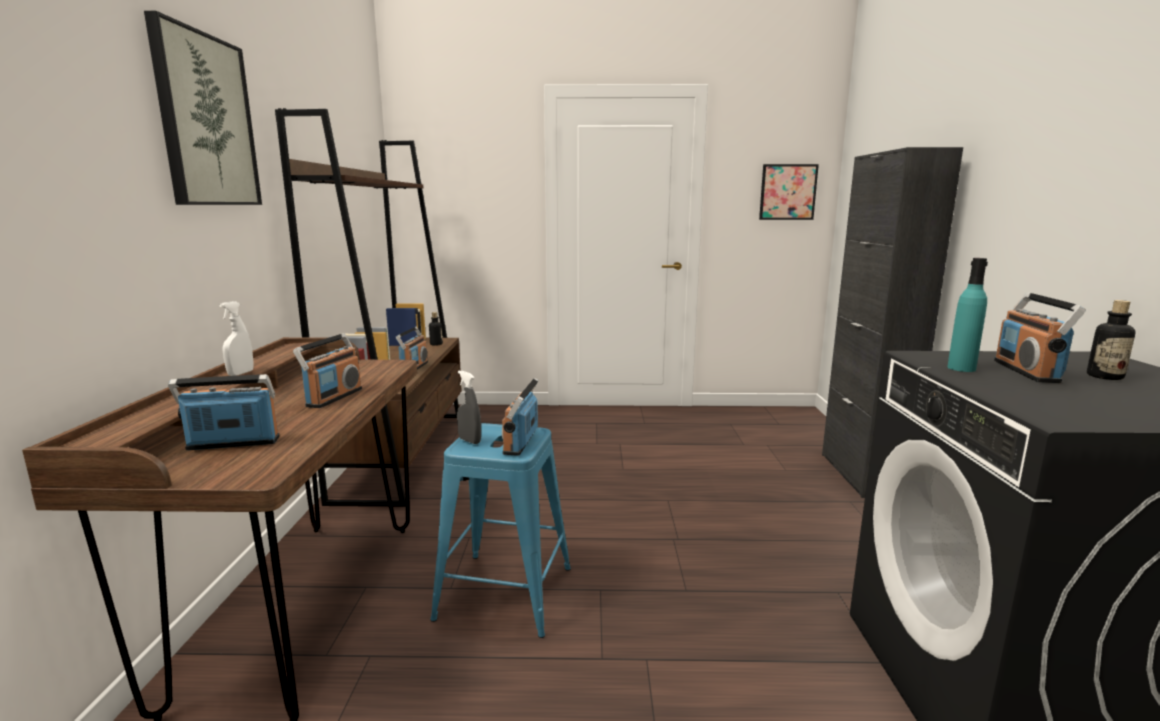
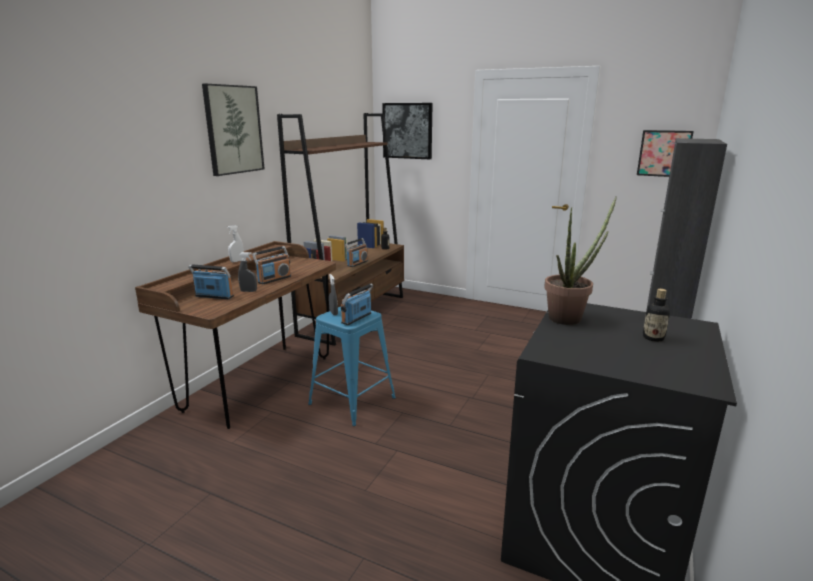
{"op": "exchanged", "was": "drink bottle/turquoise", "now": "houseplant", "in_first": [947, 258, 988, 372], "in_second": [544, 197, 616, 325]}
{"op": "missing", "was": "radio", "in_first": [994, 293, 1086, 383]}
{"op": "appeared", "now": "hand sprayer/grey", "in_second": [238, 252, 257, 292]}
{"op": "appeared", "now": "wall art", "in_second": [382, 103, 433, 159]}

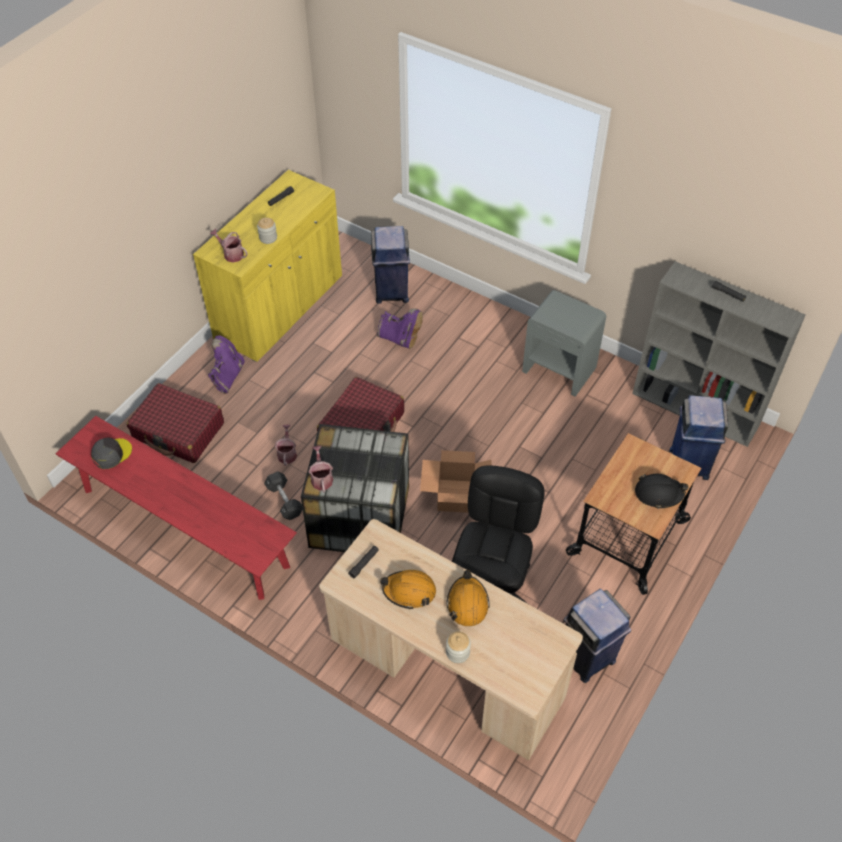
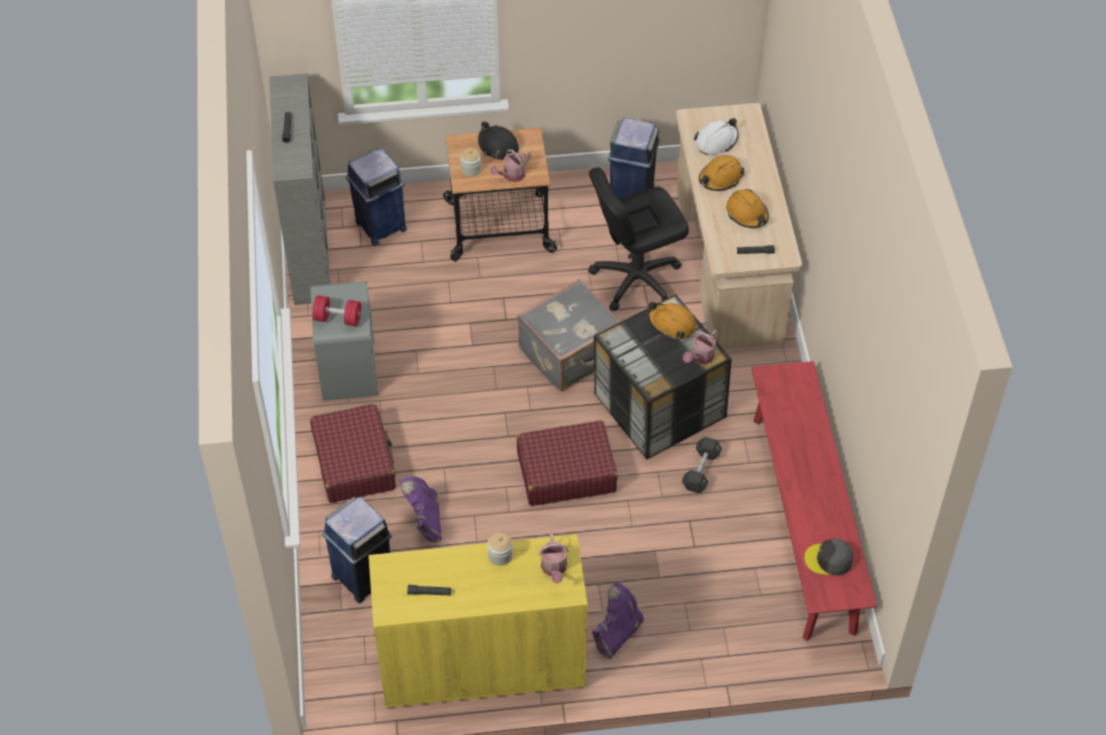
{"op": "relocated", "was": "piece of luggage/red", "in_first": [127, 383, 224, 463], "in_second": [310, 404, 396, 503]}
{"op": "spun", "was": "tall boot/purple", "in_first": [208, 336, 245, 394], "in_second": [592, 582, 644, 659], "clockwise": 150}
{"op": "relocated", "was": "sprinkling can", "in_first": [274, 425, 297, 466], "in_second": [490, 150, 531, 182]}
{"op": "exchanged", "was": "cardboard box", "now": "piece of luggage/grey", "in_first": [420, 450, 492, 513], "in_second": [517, 279, 621, 391]}
{"op": "relocated", "was": "preserve jar", "in_first": [446, 631, 471, 663], "in_second": [460, 148, 481, 177]}
{"op": "appeared", "now": "dumbbell/red", "in_second": [312, 295, 361, 326]}
{"op": "appeared", "now": "work helmet/orangey", "in_second": [648, 302, 697, 339]}
{"op": "appeared", "now": "work helmet/whitish", "in_second": [694, 118, 738, 155]}

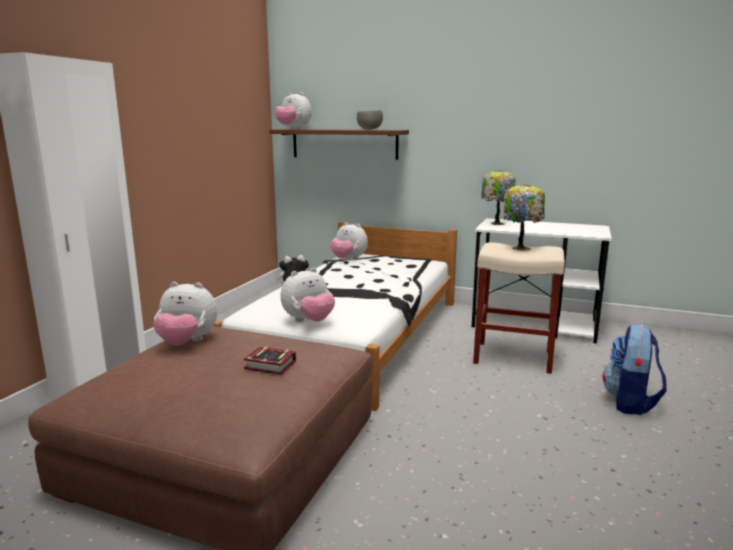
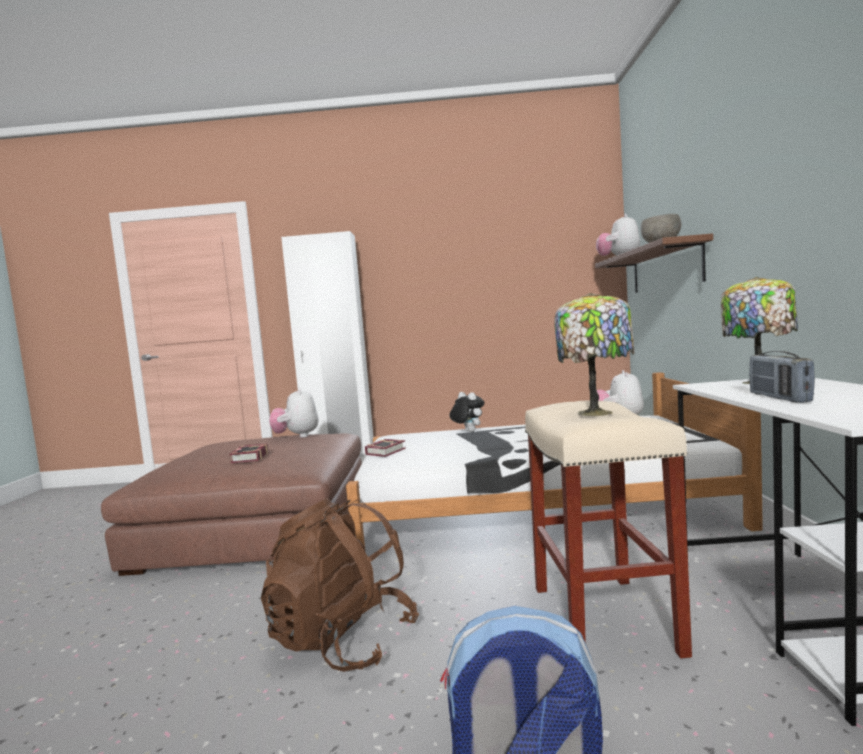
{"op": "exchanged", "was": "cuddly toy", "now": "book", "in_first": [281, 268, 335, 322], "in_second": [365, 439, 406, 457]}
{"op": "appeared", "now": "knapsack/brown", "in_second": [261, 498, 419, 672]}
{"op": "appeared", "now": "radio", "in_second": [749, 351, 815, 402]}

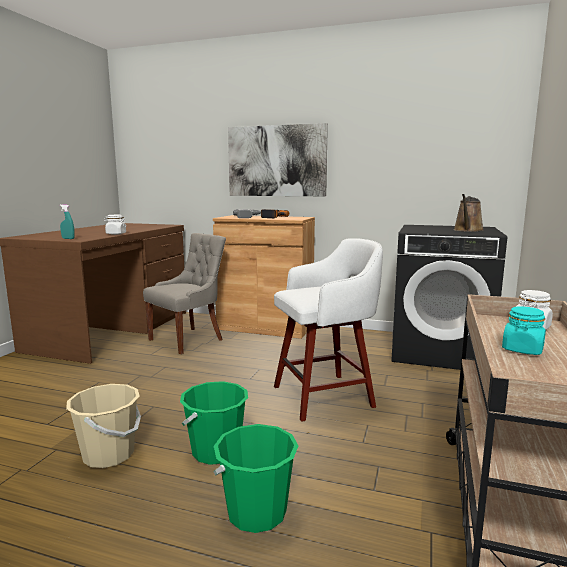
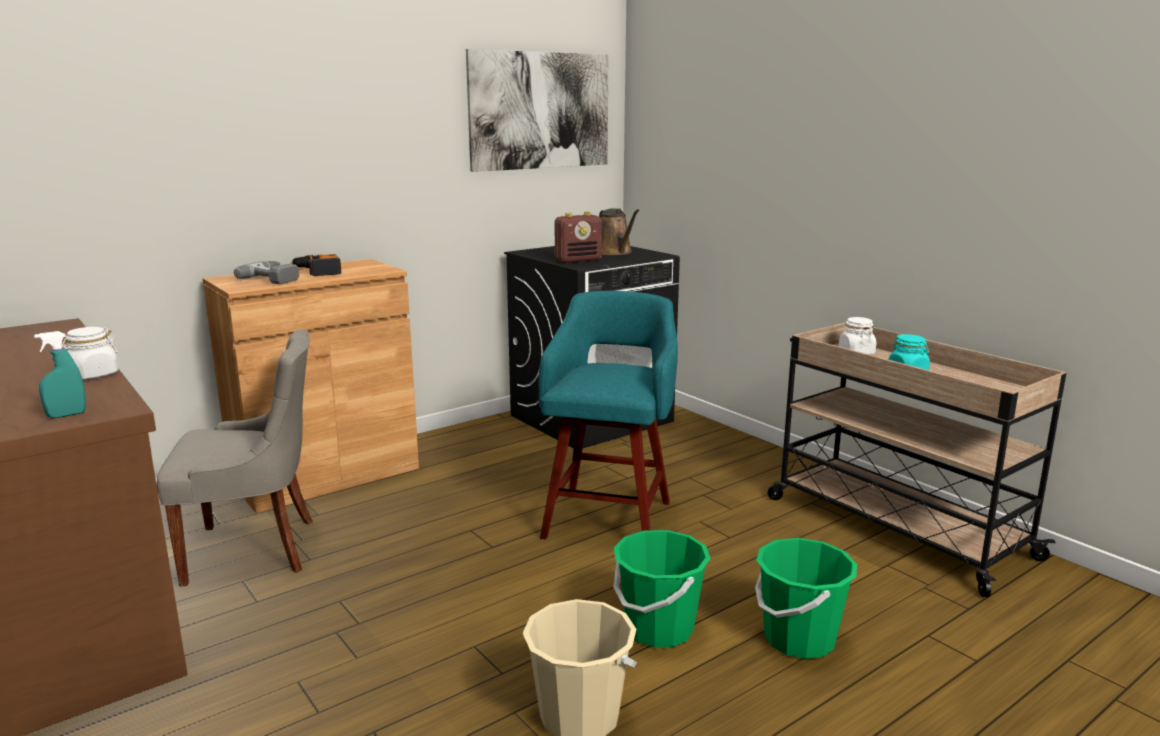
{"op": "spun", "was": "upright chair/grey", "in_first": [143, 233, 226, 354], "in_second": [156, 329, 313, 587], "clockwise": 90}
{"op": "relocated", "was": "wall art", "in_first": [228, 123, 328, 196], "in_second": [466, 49, 608, 172]}
{"op": "colour", "was": "sitting stool/whitish", "now": "sitting stool/turquoise", "in_first": [274, 238, 383, 422], "in_second": [539, 291, 678, 539]}
{"op": "appeared", "now": "radio", "in_second": [555, 212, 602, 263]}

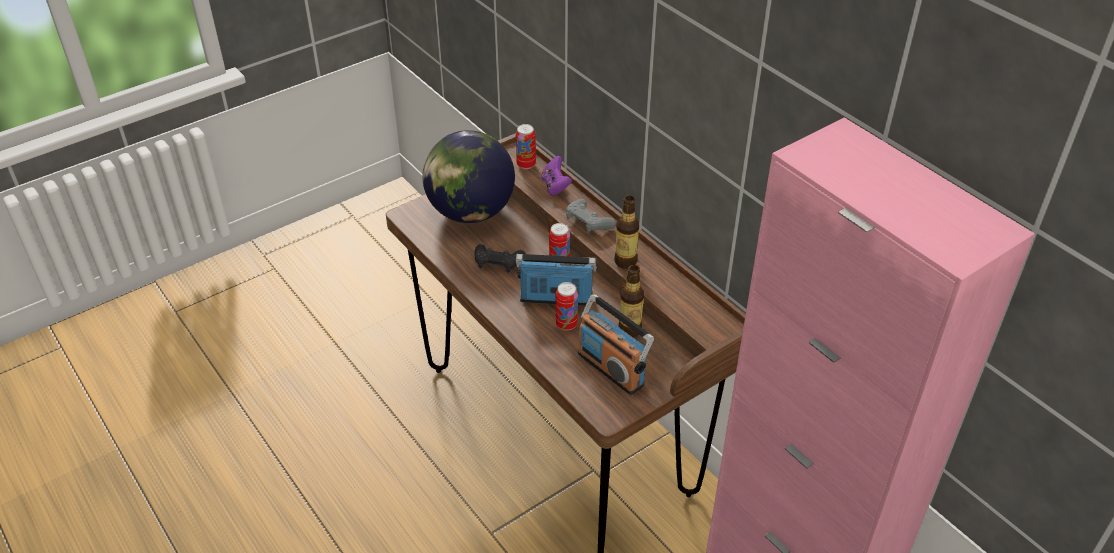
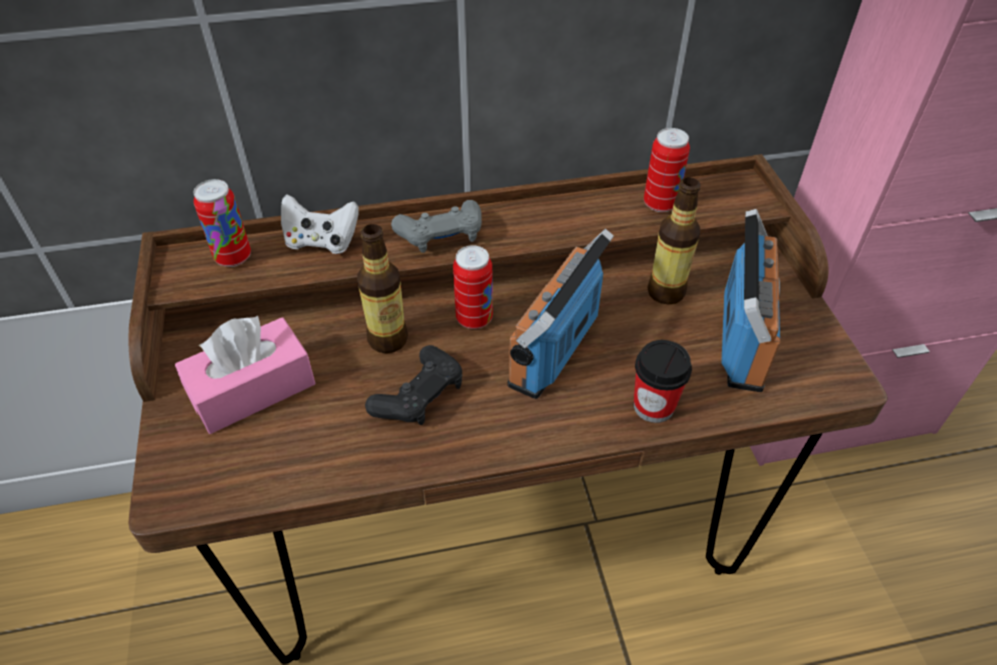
{"op": "exchanged", "was": "globe", "now": "tissue box/pink-coloured", "in_first": [422, 130, 515, 223], "in_second": [175, 316, 315, 434]}
{"op": "colour", "was": "game controller/purple", "now": "game controller/whitish", "in_first": [541, 156, 572, 195], "in_second": [281, 194, 359, 254]}
{"op": "relocated", "was": "metal can", "in_first": [556, 282, 578, 331], "in_second": [644, 128, 690, 212]}
{"op": "spun", "was": "radio", "in_first": [578, 294, 654, 395], "in_second": [721, 209, 780, 392], "clockwise": -60}
{"op": "relocated", "was": "drink bottle", "in_first": [614, 196, 639, 269], "in_second": [357, 224, 408, 353]}
{"op": "appeared", "now": "drinking cup", "in_second": [634, 340, 692, 423]}

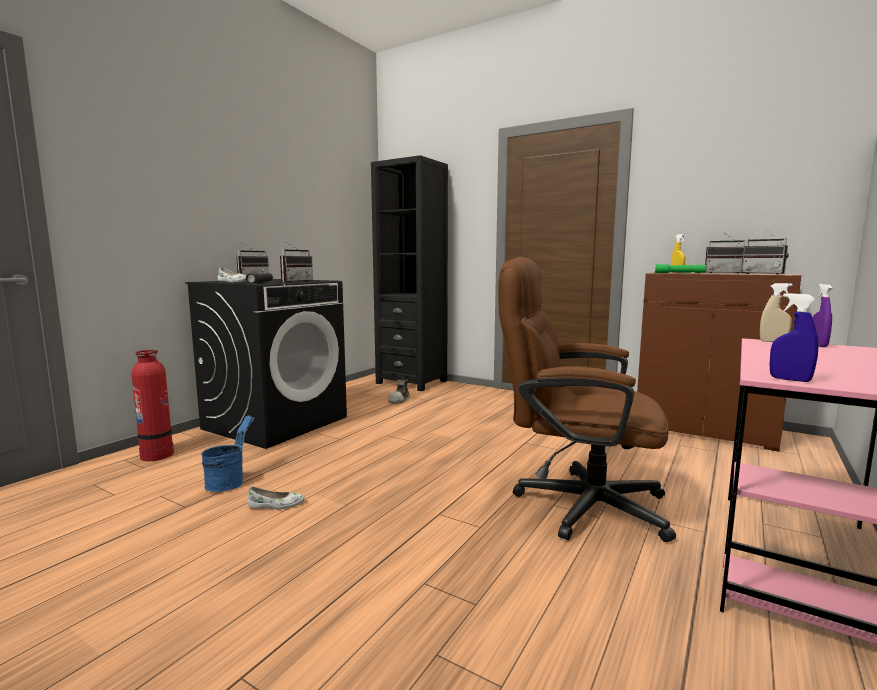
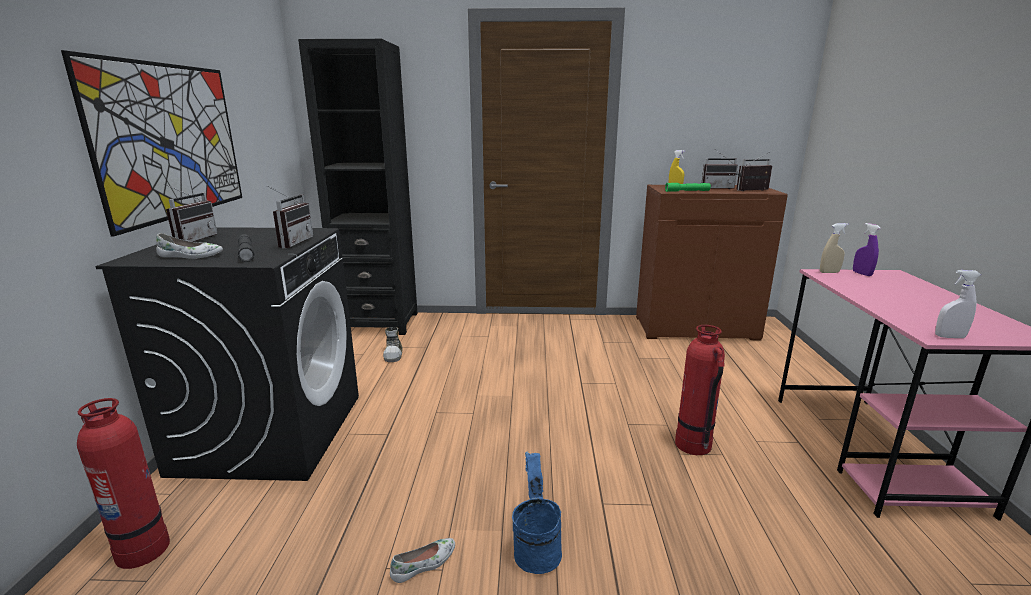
{"op": "relocated", "was": "pail/bluish", "in_first": [201, 415, 255, 492], "in_second": [512, 452, 562, 574]}
{"op": "exchanged", "was": "desk chair/brown", "now": "extinguisher", "in_first": [499, 257, 676, 542], "in_second": [675, 325, 725, 455]}
{"op": "spun", "was": "radio", "in_first": [741, 230, 789, 275], "in_second": [736, 153, 772, 191], "clockwise": 150}
{"op": "colour", "was": "hand sprayer/bluish", "now": "hand sprayer/whitish", "in_first": [770, 293, 819, 382], "in_second": [935, 270, 981, 338]}
{"op": "appeared", "now": "wall art", "in_second": [61, 50, 242, 237]}

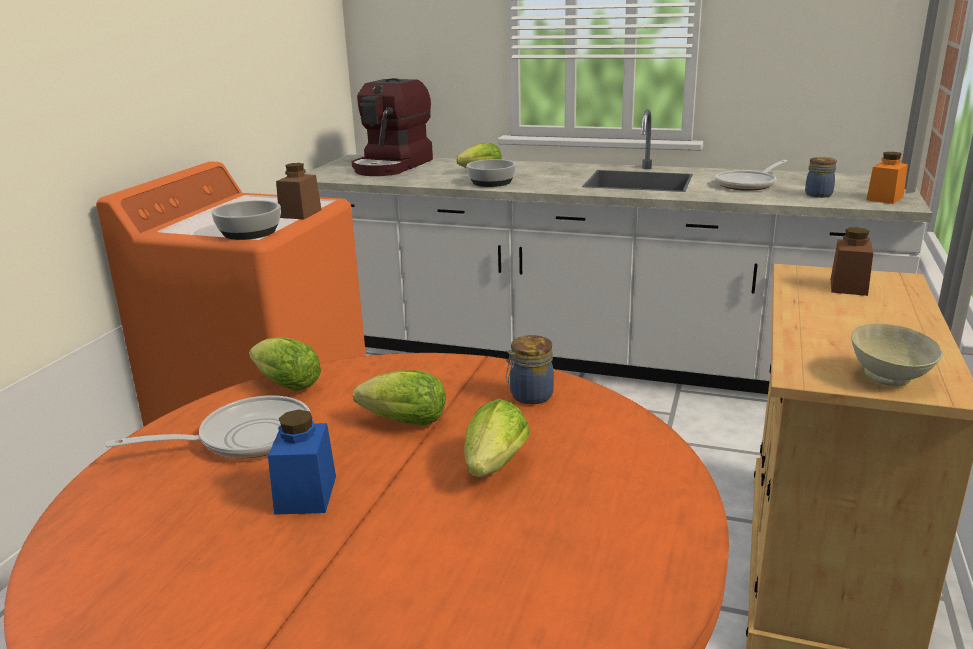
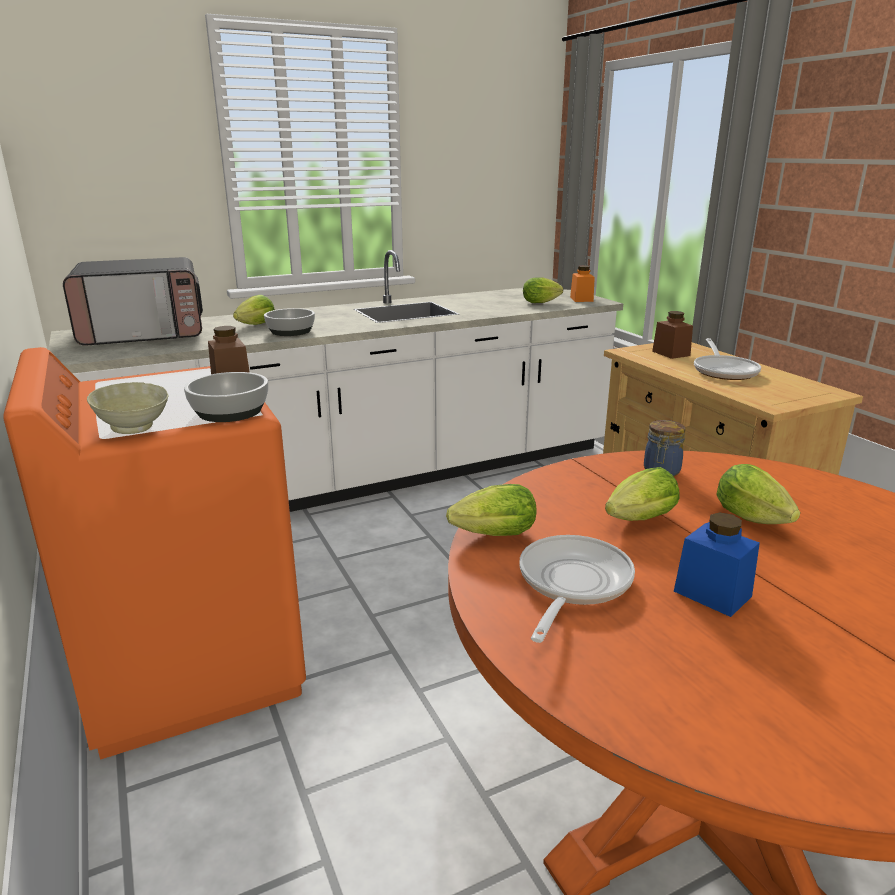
{"op": "exchanged", "was": "coffee brewer", "now": "microwave", "in_first": [352, 78, 433, 176], "in_second": [63, 257, 203, 346]}
{"op": "relocated", "was": "frying pan", "in_first": [715, 160, 787, 191], "in_second": [694, 338, 761, 380]}
{"op": "exchanged", "was": "preserve jar", "now": "lettuce", "in_first": [805, 157, 837, 198], "in_second": [523, 277, 563, 303]}
{"op": "relocated", "was": "bowl/beige-coloured", "in_first": [851, 324, 943, 386], "in_second": [87, 382, 169, 434]}

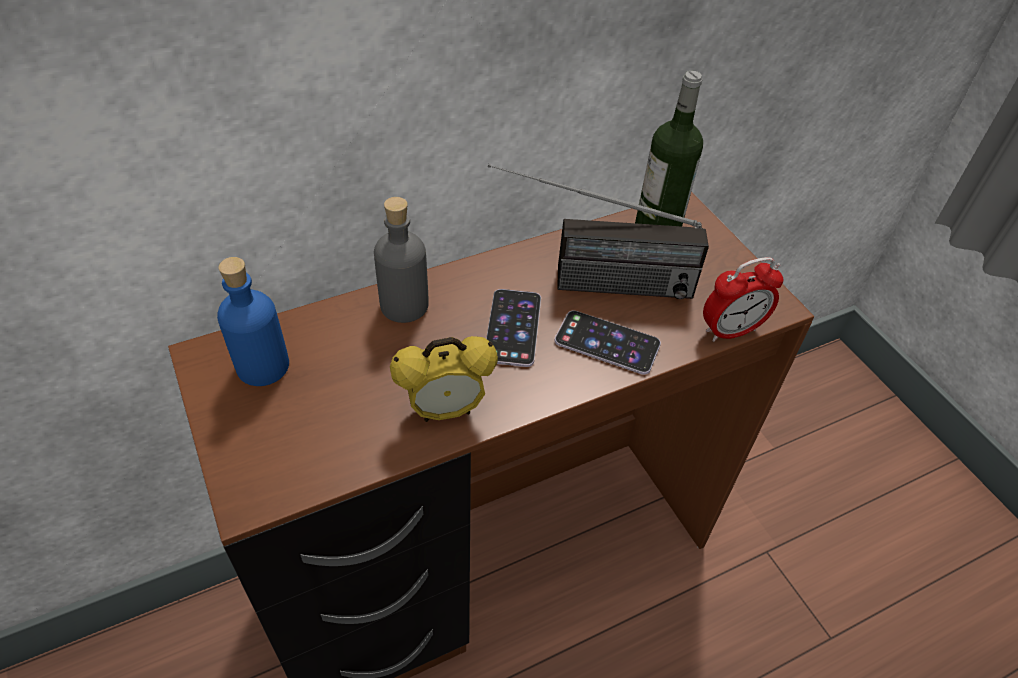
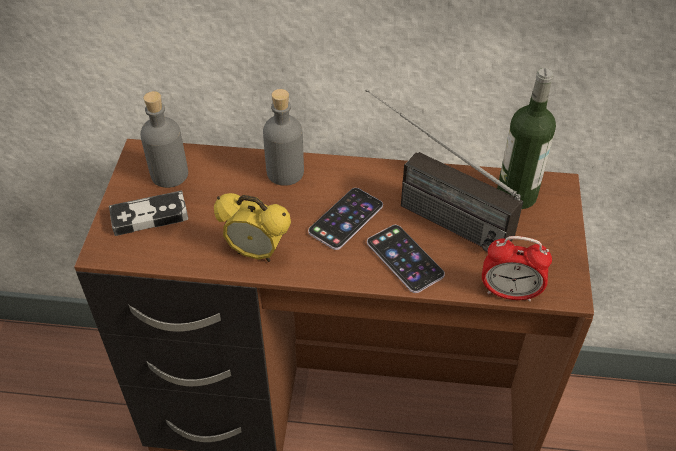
{"op": "colour", "was": "drink bottle/bluish", "now": "drink bottle/grey", "in_first": [217, 257, 289, 386], "in_second": [140, 91, 188, 188]}
{"op": "appeared", "now": "game controller", "in_second": [109, 191, 188, 236]}

